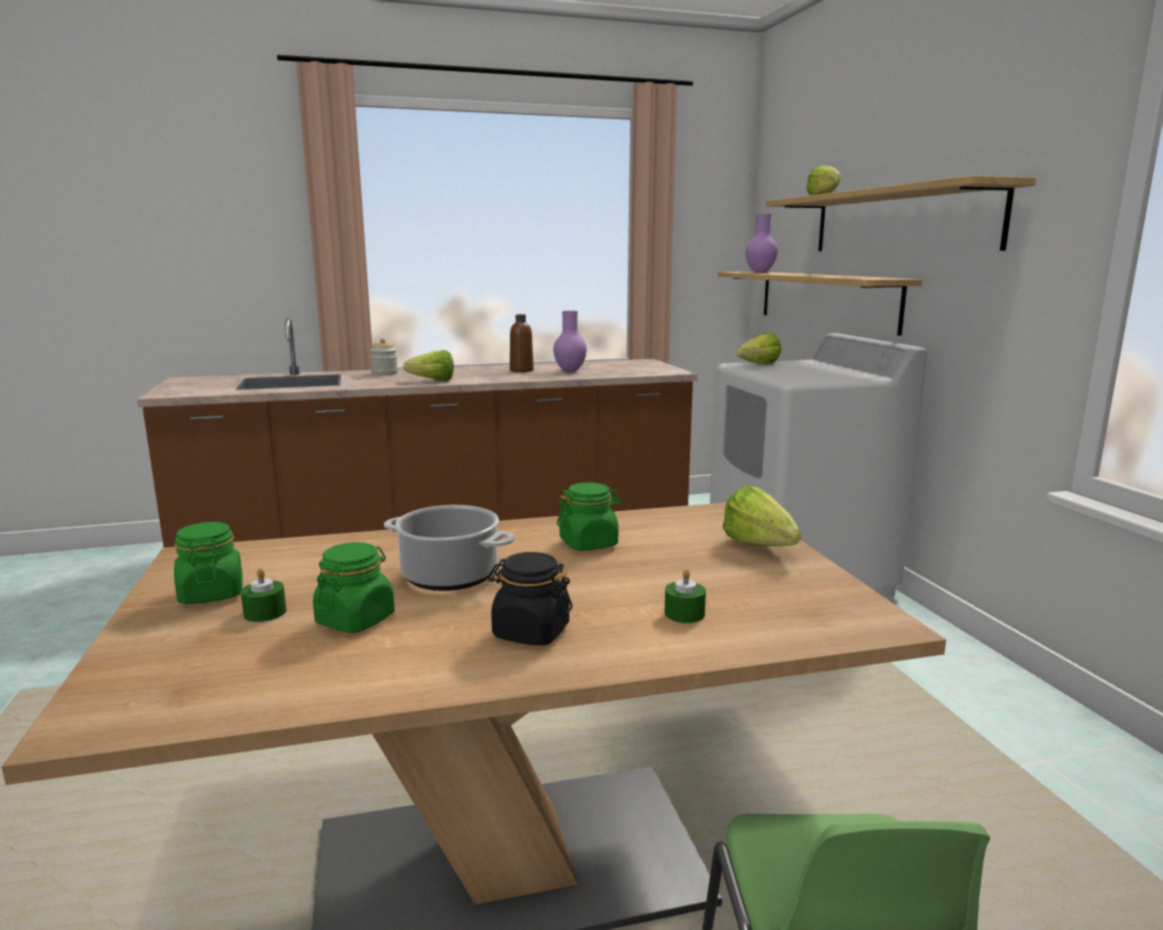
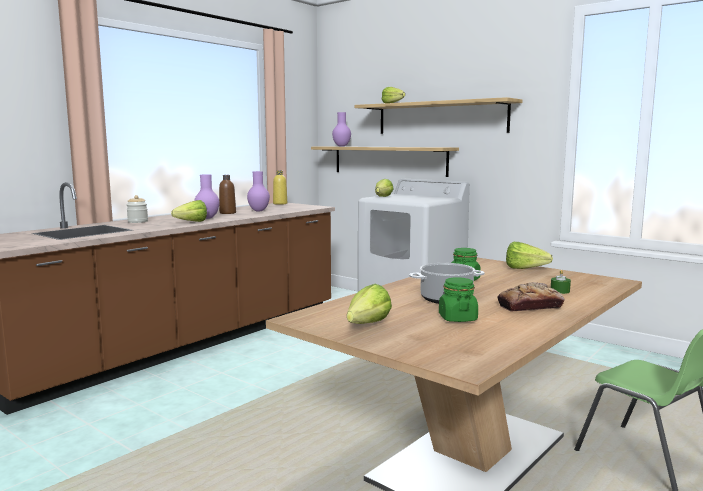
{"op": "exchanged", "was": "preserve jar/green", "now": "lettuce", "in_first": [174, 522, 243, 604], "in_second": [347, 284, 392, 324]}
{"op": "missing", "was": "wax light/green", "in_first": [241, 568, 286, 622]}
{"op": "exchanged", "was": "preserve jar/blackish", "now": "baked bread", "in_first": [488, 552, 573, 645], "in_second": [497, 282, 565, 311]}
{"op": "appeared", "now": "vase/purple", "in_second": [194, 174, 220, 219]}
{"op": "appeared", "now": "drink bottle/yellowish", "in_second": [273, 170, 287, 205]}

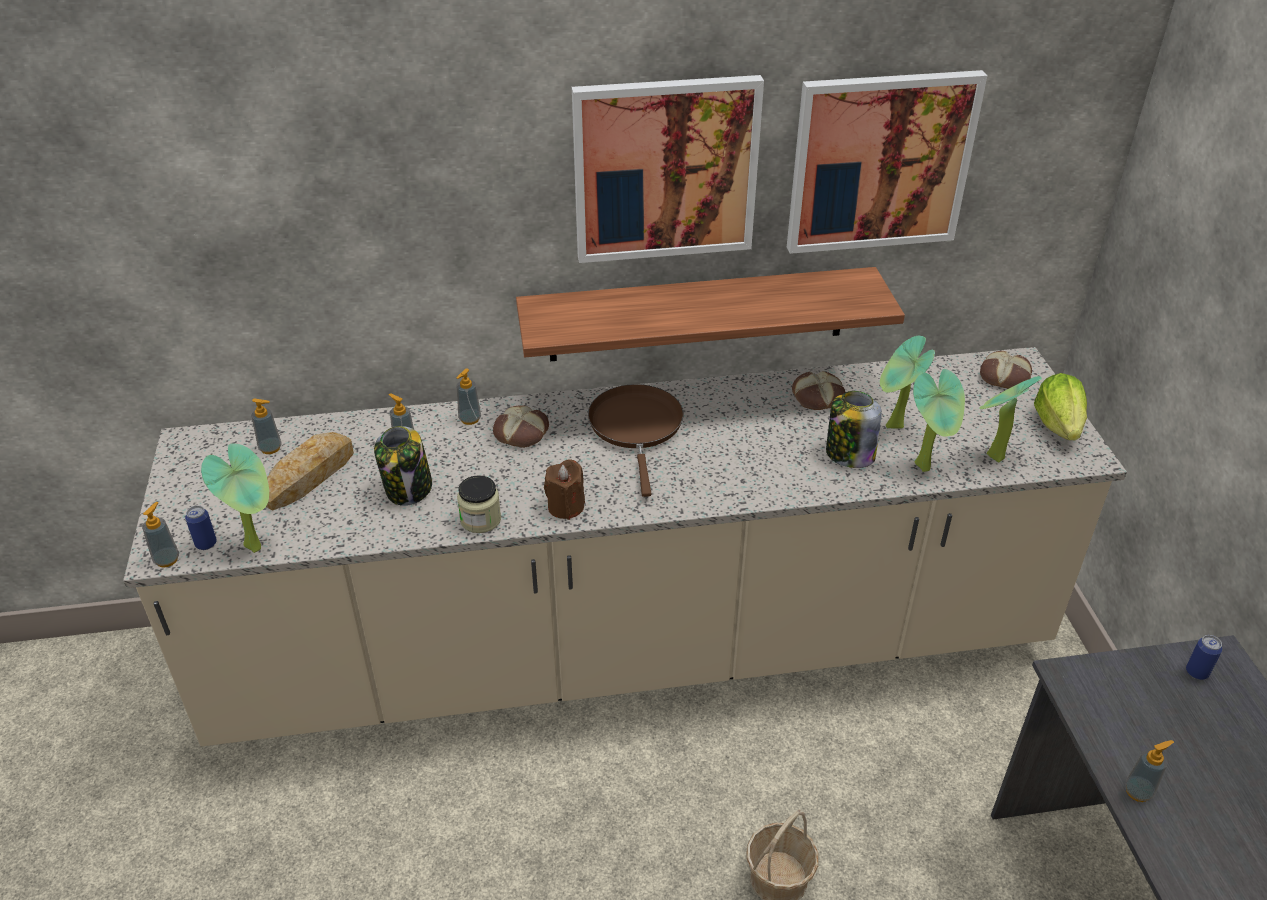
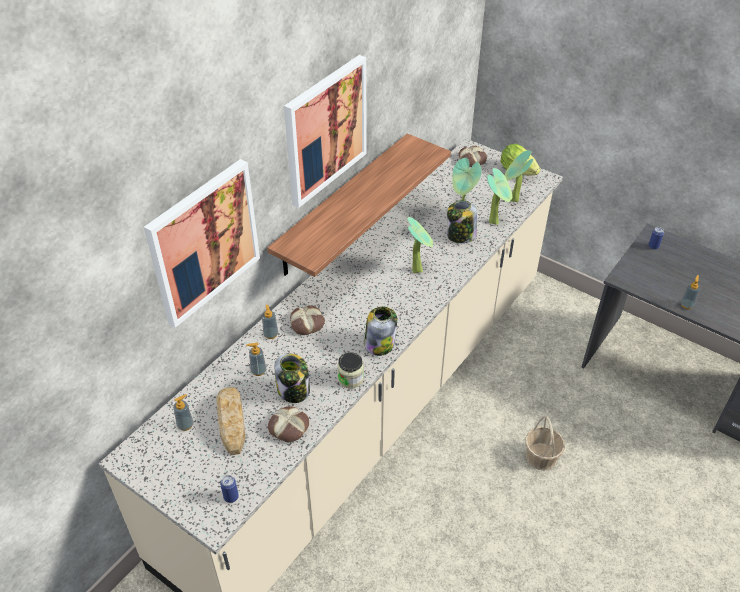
{"op": "missing", "was": "liquid soap bottle", "in_first": [142, 502, 179, 567]}
{"op": "relocated", "was": "houseplant", "in_first": [201, 443, 269, 553], "in_second": [407, 217, 433, 273]}
{"op": "exchanged", "was": "wax light/brown", "now": "preserve jar", "in_first": [544, 459, 585, 520], "in_second": [364, 307, 397, 356]}
{"op": "missing", "was": "frying pan/brown", "in_first": [588, 384, 684, 497]}
{"op": "relocated", "was": "wall art", "in_first": [787, 70, 987, 254], "in_second": [144, 159, 260, 328]}
{"op": "relocated", "was": "baked bread", "in_first": [792, 371, 845, 410], "in_second": [268, 406, 309, 443]}

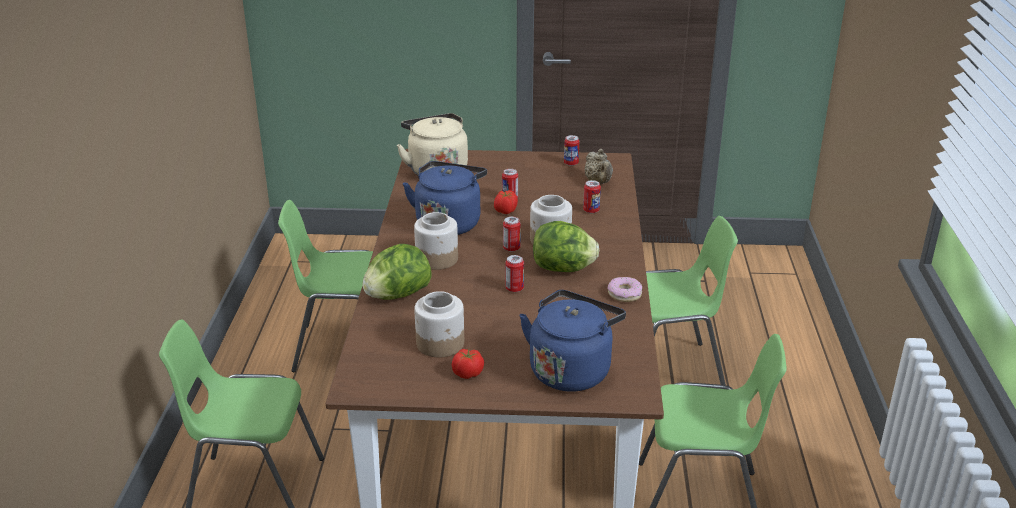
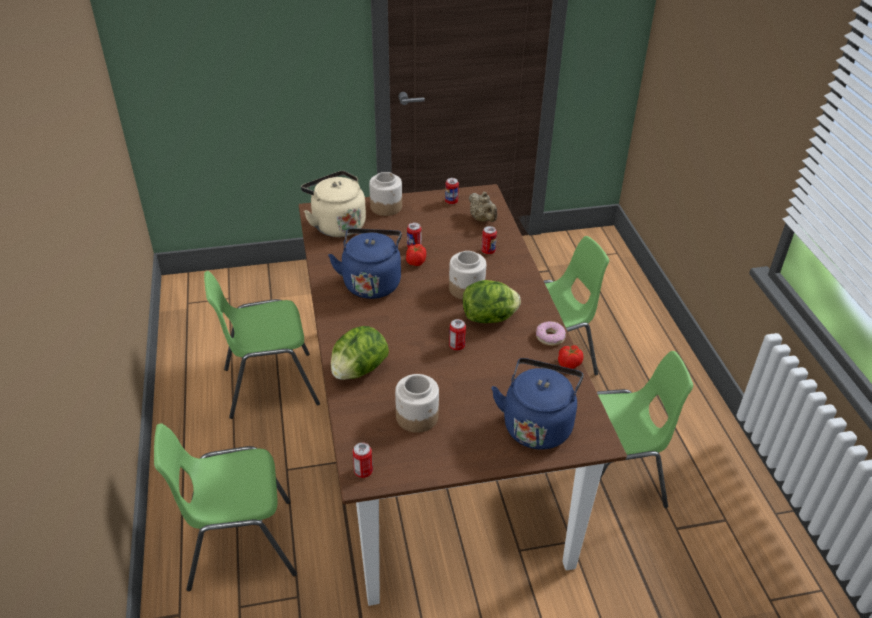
{"op": "relocated", "was": "preserve jar", "in_first": [414, 212, 458, 270], "in_second": [369, 172, 402, 216]}
{"op": "relocated", "was": "tomato", "in_first": [452, 349, 484, 379], "in_second": [558, 345, 583, 369]}
{"op": "relocated", "was": "metal can", "in_first": [503, 217, 521, 252], "in_second": [353, 442, 373, 478]}

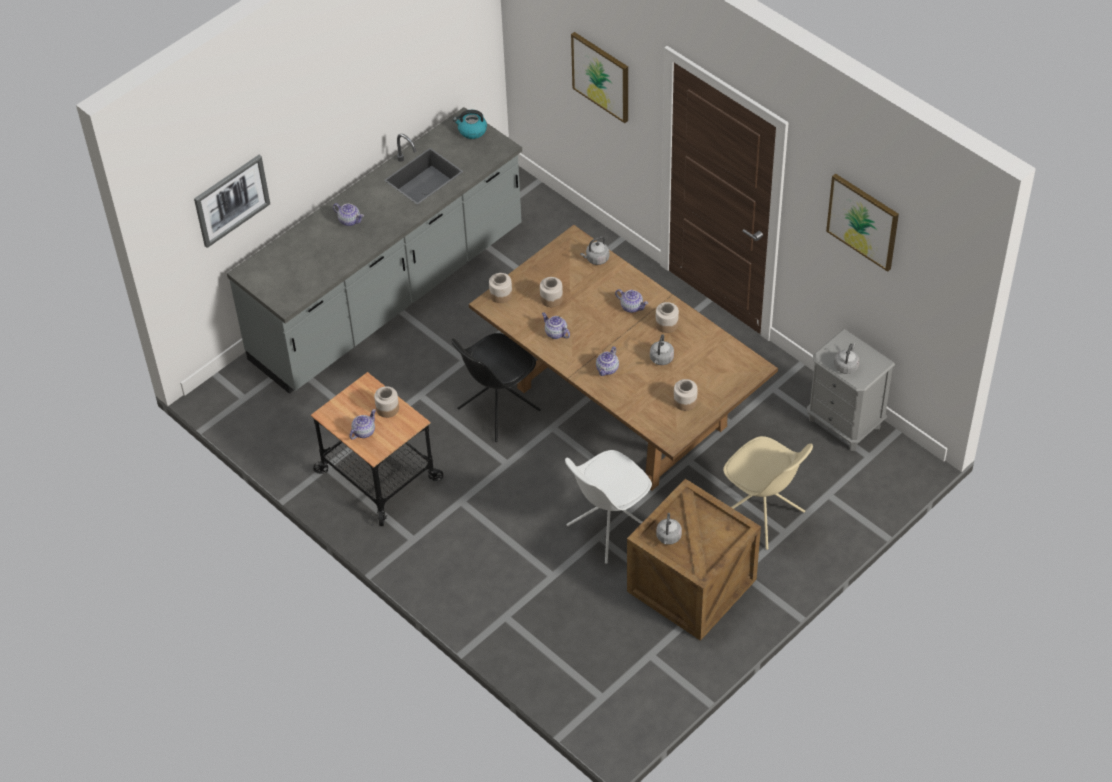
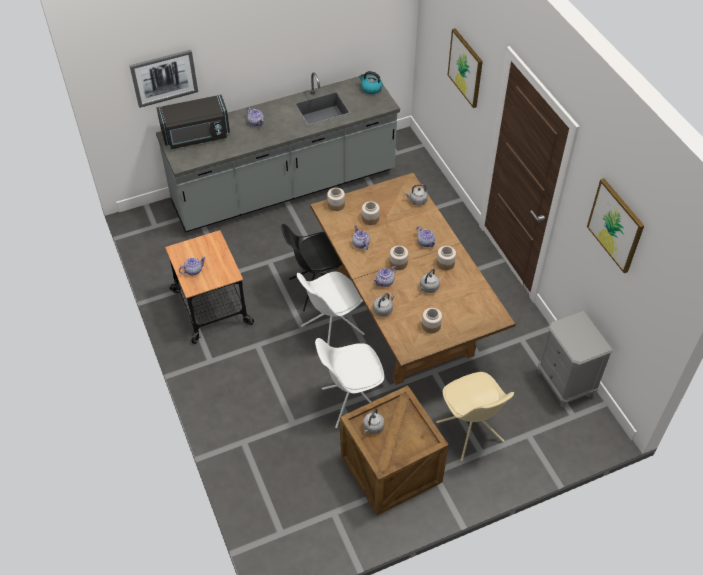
{"op": "relocated", "was": "preserve jar", "in_first": [374, 386, 399, 418], "in_second": [390, 246, 408, 270]}
{"op": "relocated", "was": "kettle/grey", "in_first": [834, 343, 859, 374], "in_second": [373, 293, 395, 317]}
{"op": "appeared", "now": "microwave/blackish", "in_second": [157, 95, 230, 149]}
{"op": "appeared", "now": "upright chair/whitish", "in_second": [297, 272, 365, 345]}

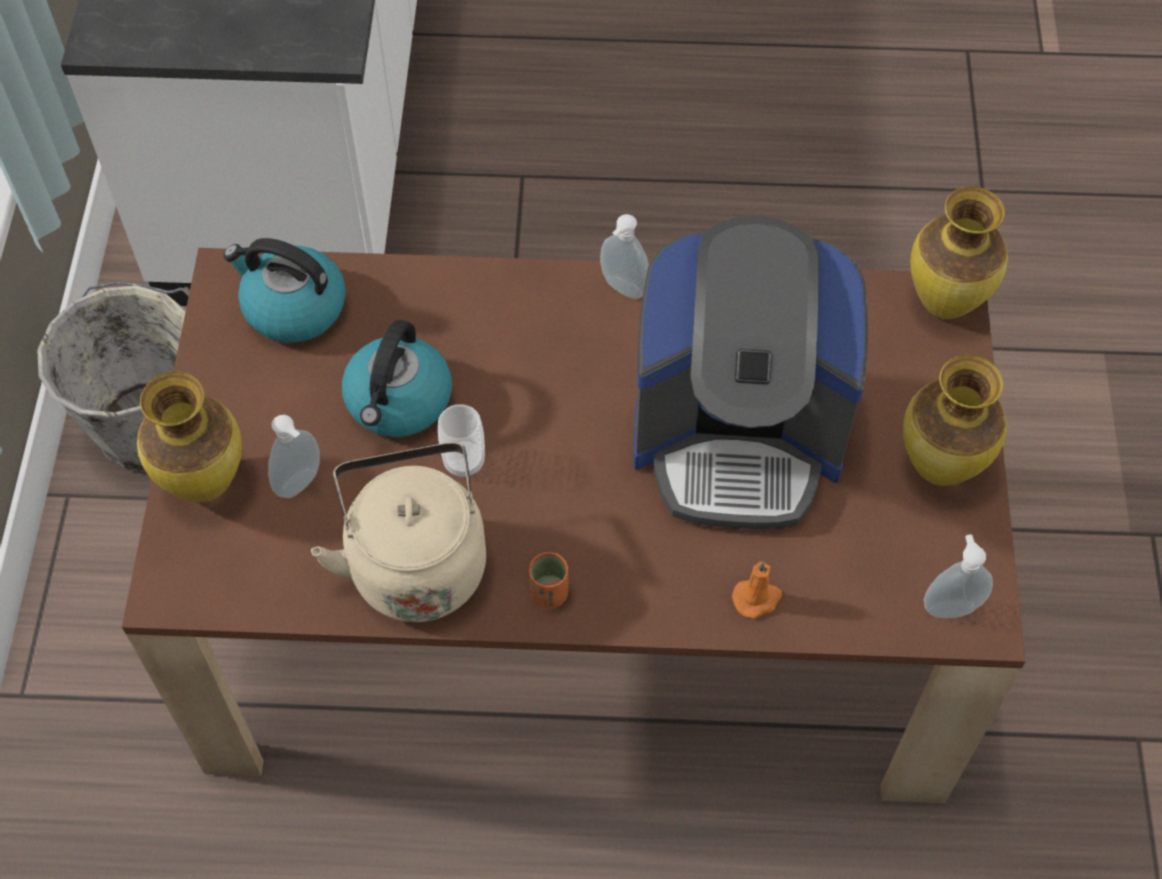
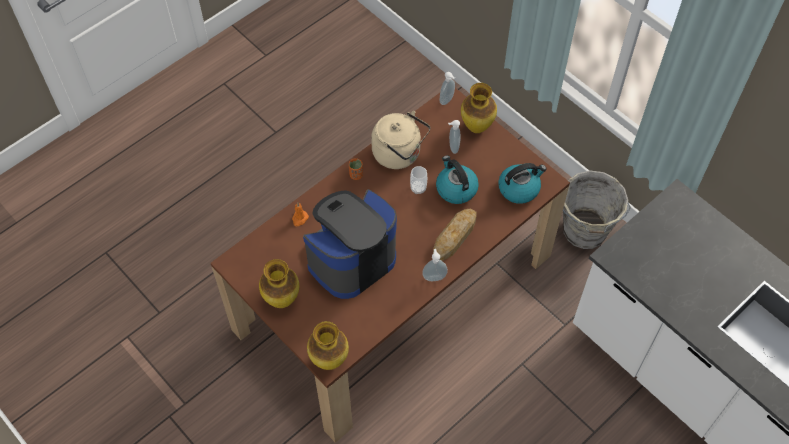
{"op": "relocated", "was": "liquid soap bottle", "in_first": [924, 534, 993, 618], "in_second": [440, 72, 455, 105]}
{"op": "appeared", "now": "baked bread", "in_second": [433, 208, 477, 261]}

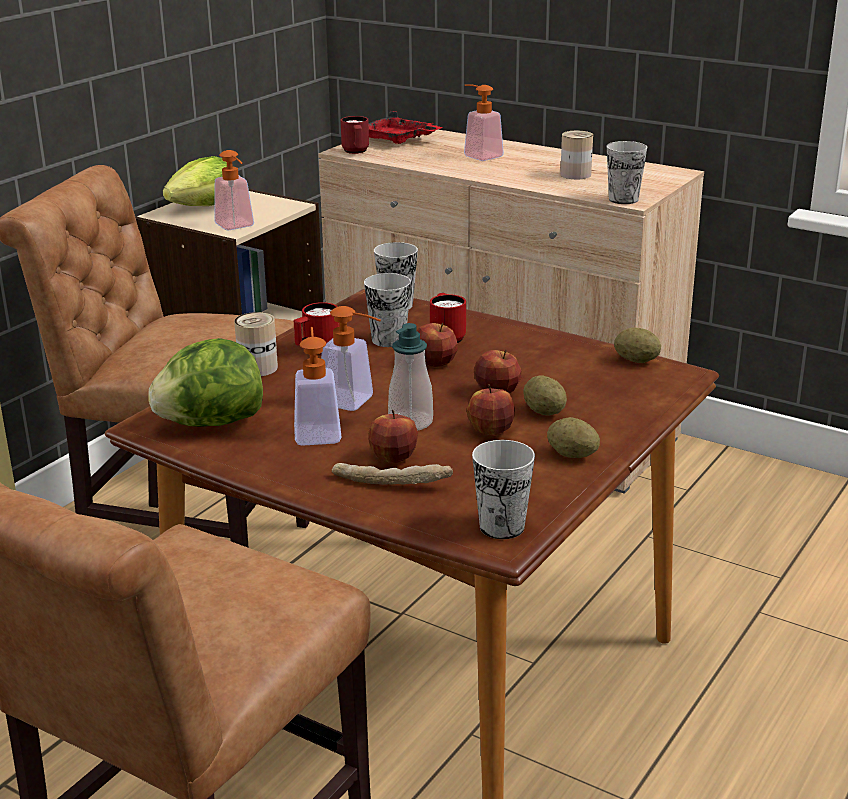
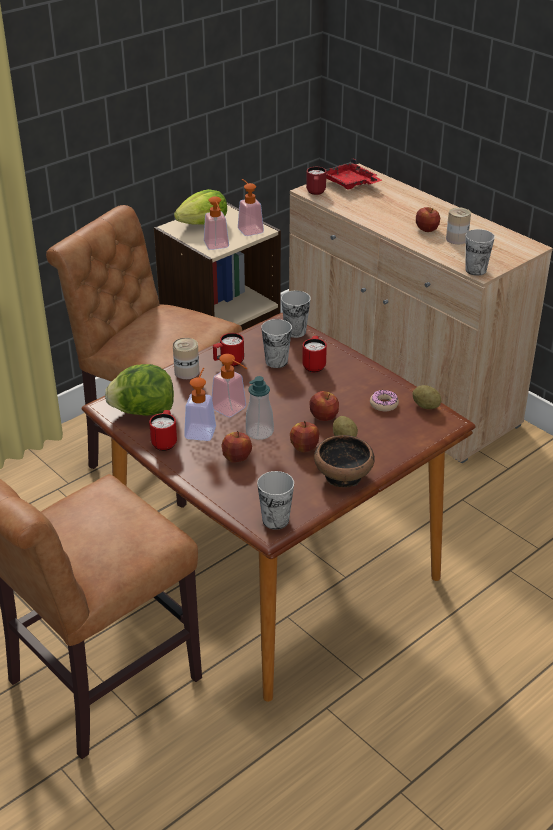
{"op": "missing", "was": "baked bread", "in_first": [332, 463, 453, 485]}
{"op": "relocated", "was": "apple fruit", "in_first": [417, 323, 457, 367], "in_second": [416, 207, 440, 232]}
{"op": "relocated", "was": "liquid soap bottle", "in_first": [464, 84, 504, 161], "in_second": [238, 179, 264, 236]}
{"op": "exchanged", "was": "potato", "now": "bowl", "in_first": [547, 417, 600, 458], "in_second": [314, 435, 375, 487]}
{"op": "appeared", "now": "coffee mug/red", "in_second": [149, 410, 177, 451]}
{"op": "appeared", "now": "ring doughnut", "in_second": [370, 390, 399, 411]}

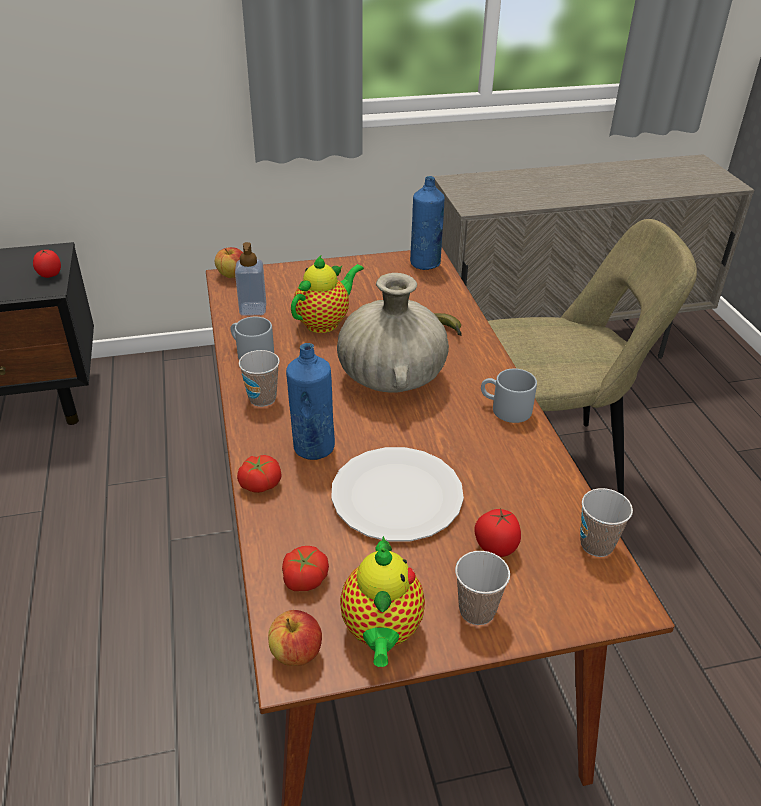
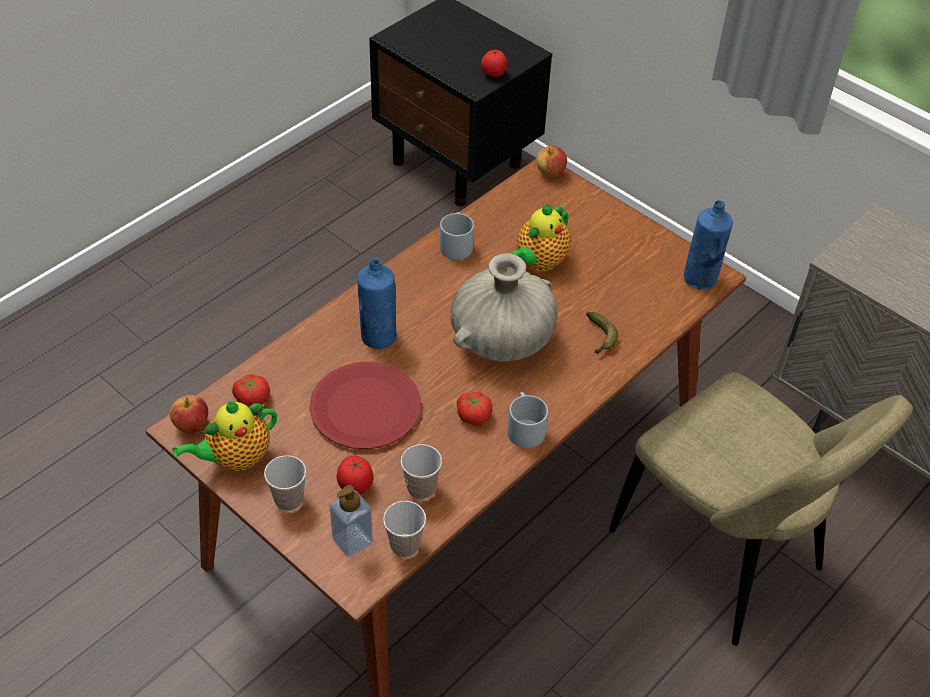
{"op": "relocated", "was": "liquid soap bottle", "in_first": [235, 242, 266, 316], "in_second": [329, 485, 373, 557]}
{"op": "relocated", "was": "tomato", "in_first": [237, 455, 282, 493], "in_second": [457, 392, 492, 426]}
{"op": "relocated", "was": "drinking cup", "in_first": [239, 350, 280, 407], "in_second": [401, 444, 442, 499]}
{"op": "spun", "was": "tea pot", "in_first": [291, 254, 364, 333], "in_second": [510, 204, 571, 272], "clockwise": 120}
{"op": "colour", "was": "flat dish/whitish", "now": "flat dish/red", "in_first": [331, 447, 464, 542], "in_second": [309, 362, 421, 449]}

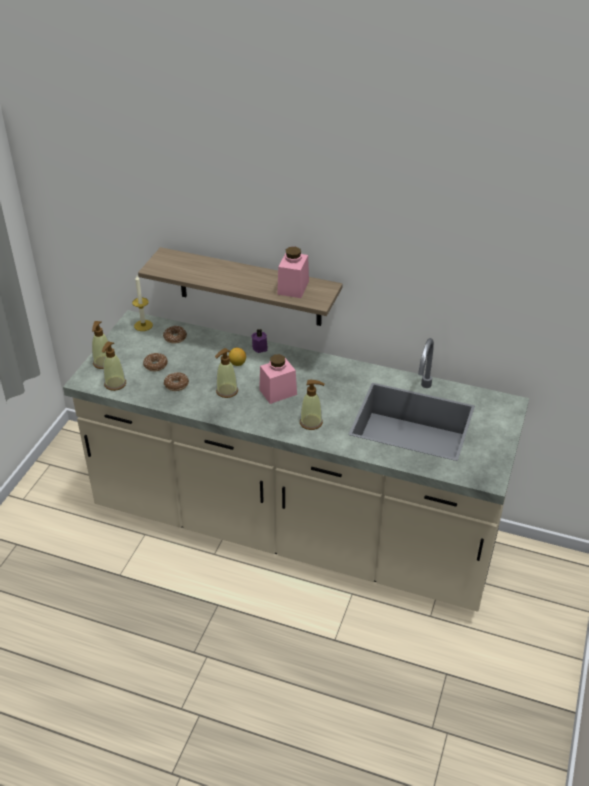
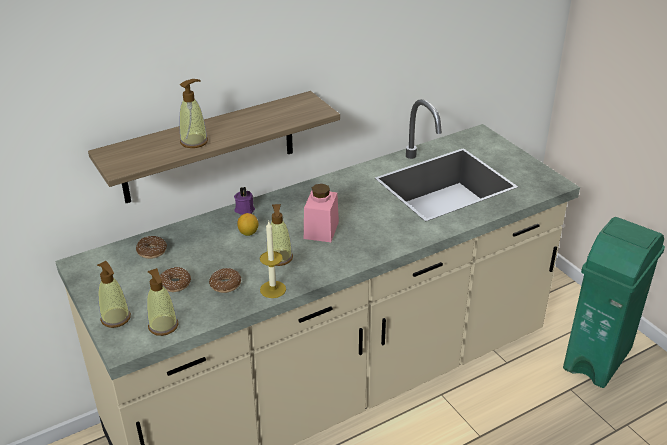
{"op": "relocated", "was": "wax light", "in_first": [132, 276, 153, 331], "in_second": [260, 221, 286, 298]}
{"op": "missing", "was": "preserve jar/pink-coloured", "in_first": [277, 247, 309, 298]}
{"op": "relocated", "was": "liquid soap bottle", "in_first": [300, 380, 324, 430], "in_second": [179, 79, 208, 148]}
{"op": "appeared", "now": "trash can/green", "in_second": [563, 217, 665, 388]}

